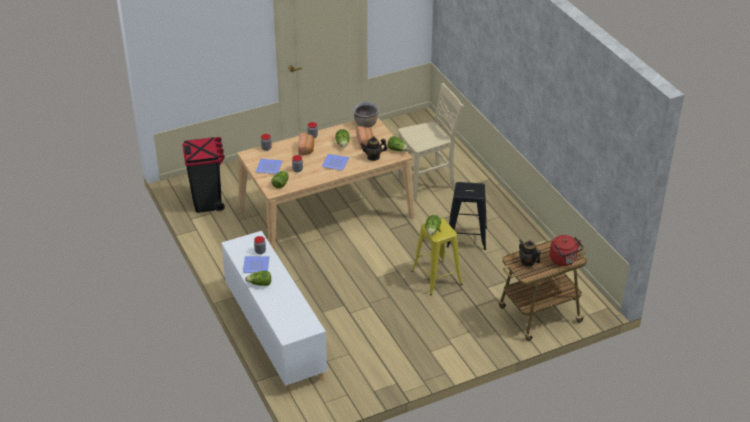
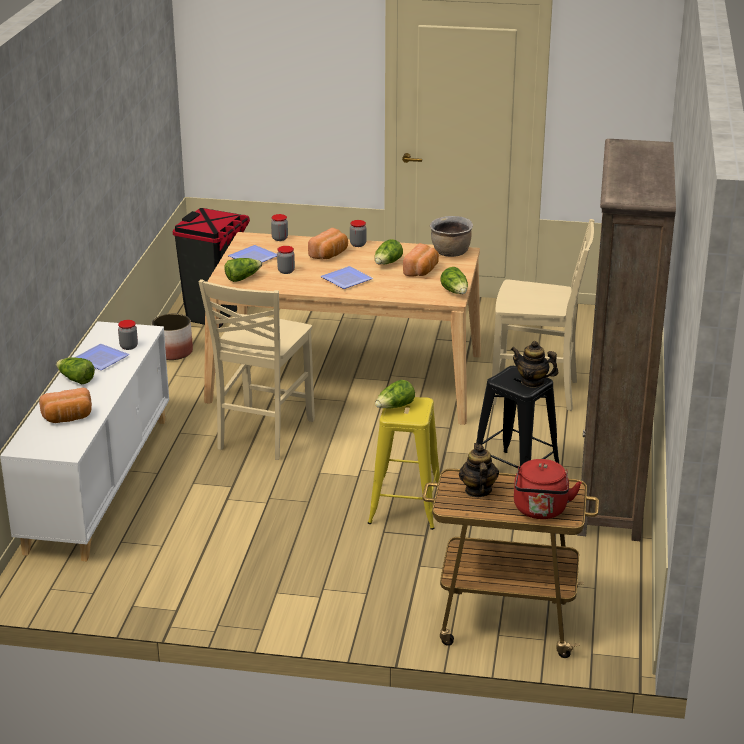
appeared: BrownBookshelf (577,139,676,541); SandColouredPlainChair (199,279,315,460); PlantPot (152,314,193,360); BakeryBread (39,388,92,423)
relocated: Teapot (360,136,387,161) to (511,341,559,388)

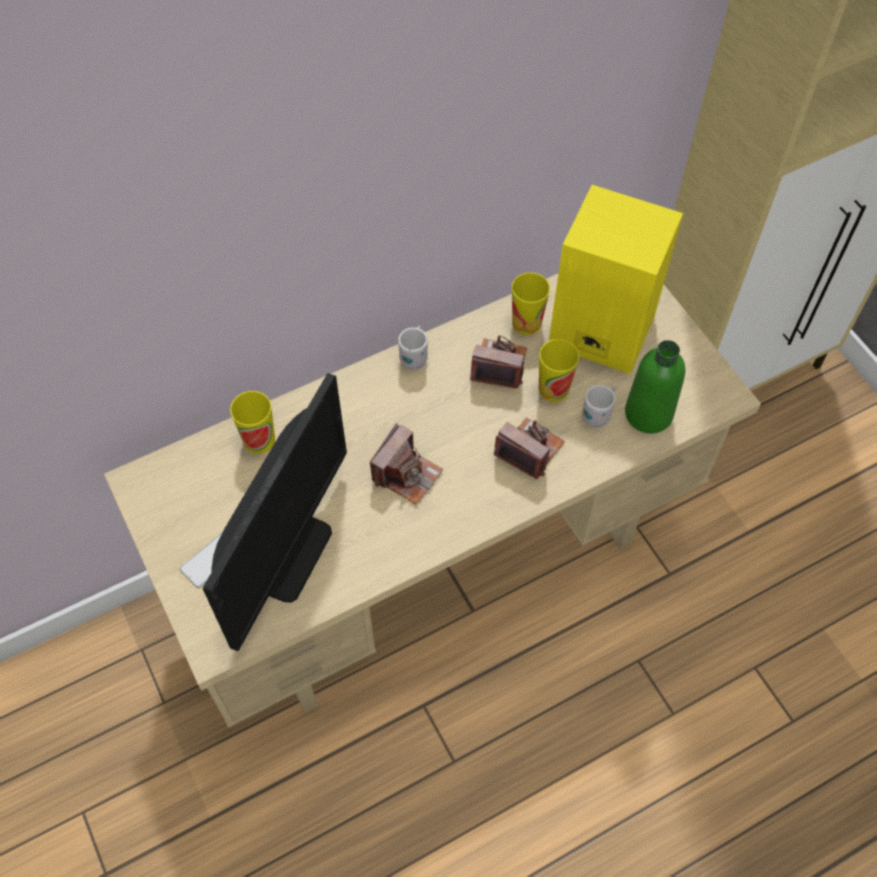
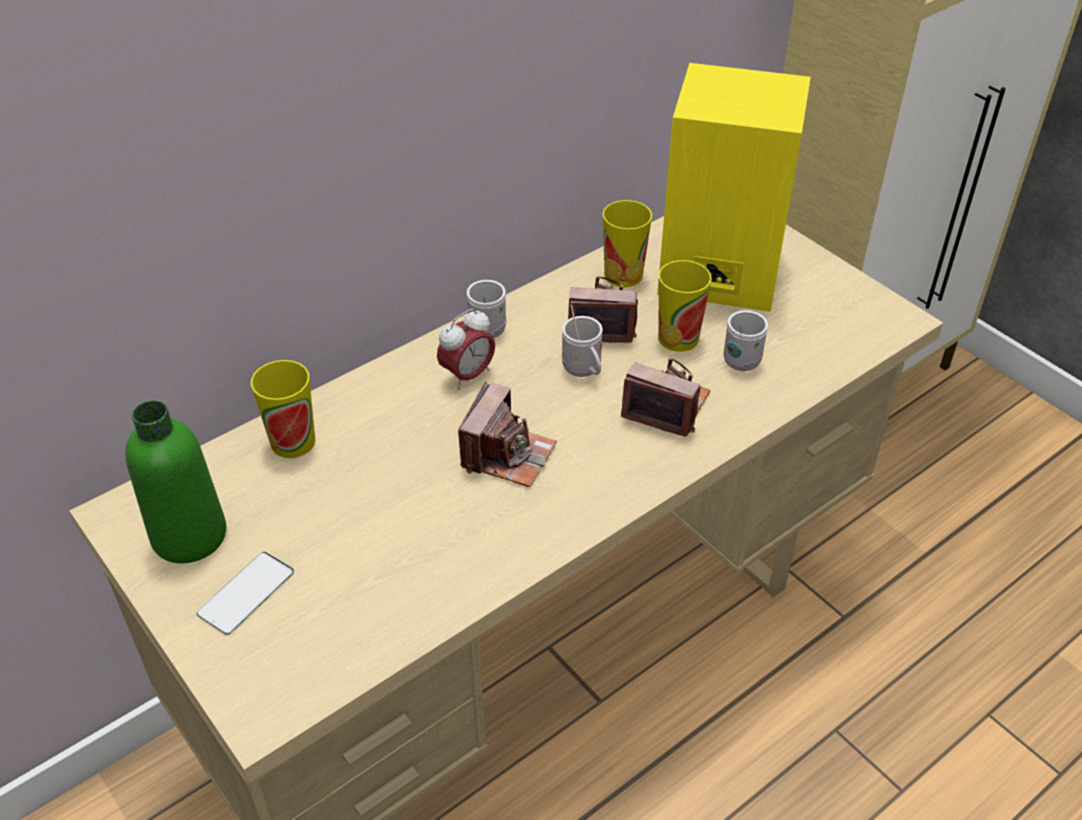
missing: Monitor (203,373,347,651)
appeared: WhiteColouredMug (562,304,603,377); TableClock (437,308,495,390)
relocated: GreenishBottle (625,340,685,434) to (125,400,226,563)

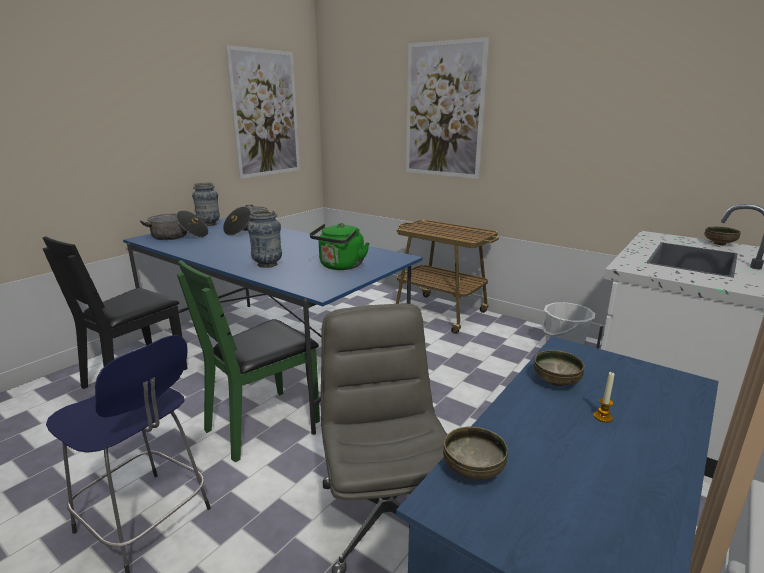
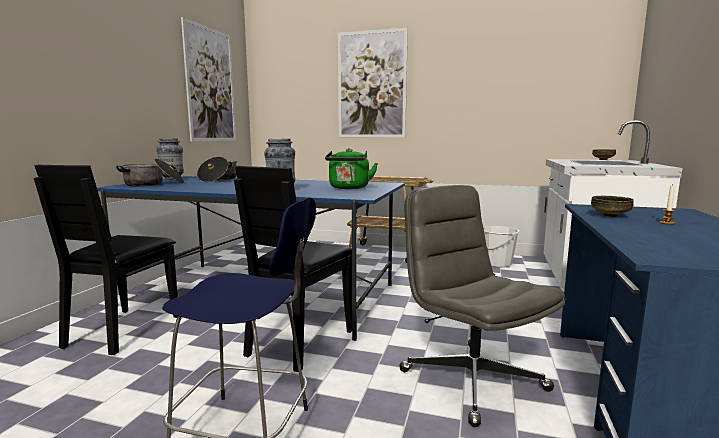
missing: Bowl (443,427,508,480)
colour: GreenishPlainChair (177,260,320,462) to BlackPlainChair (234,166,352,372)

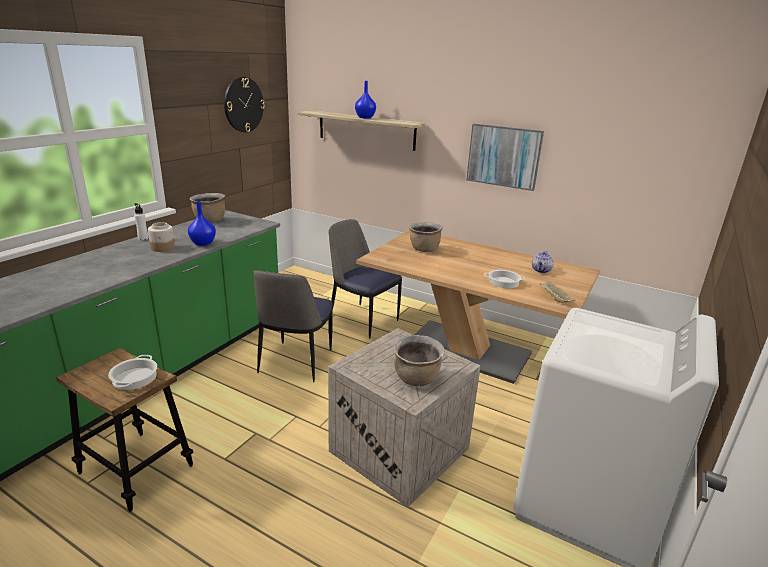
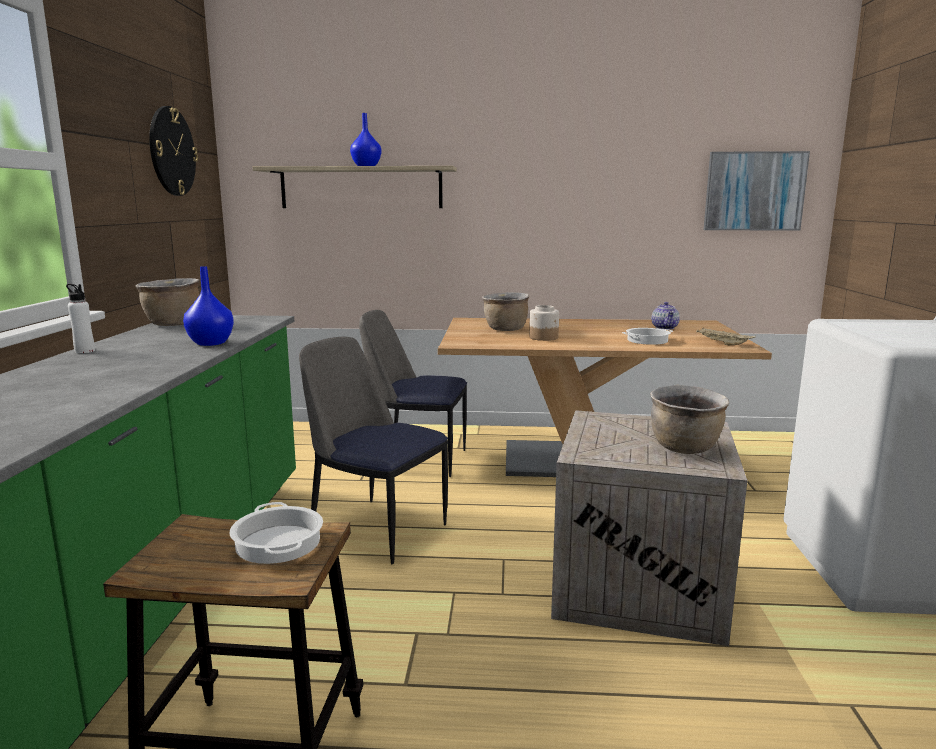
relocated: Picture (466,124,544,191) to (704,151,810,231); StorageJar (148,222,175,252) to (529,305,559,341)
spun: PlainChair (253,270,333,382) = (299,336,448,564) 135 degrees clockwise

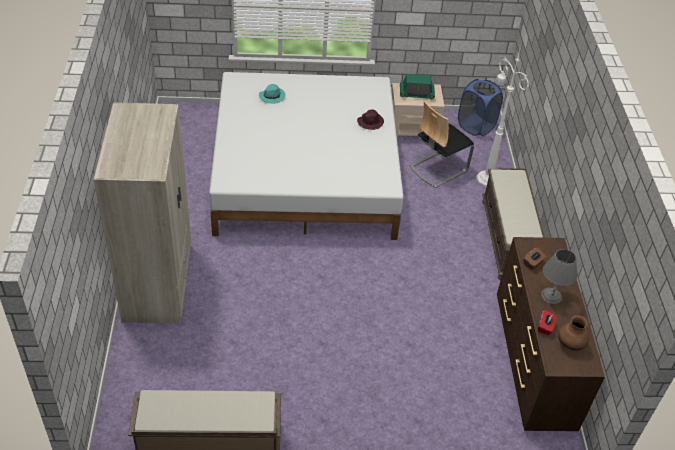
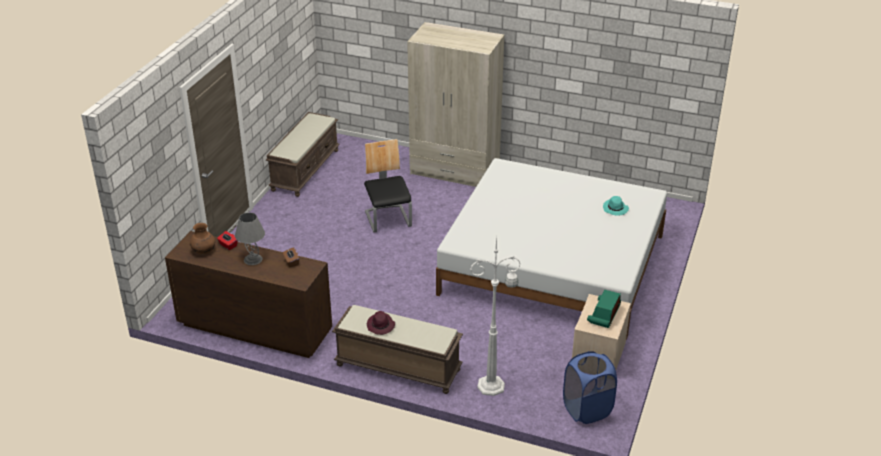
relocated: PlainChair (410,101,474,188) to (364,139,412,232); PurpleColouredHat (357,110,384,130) to (367,311,395,335)

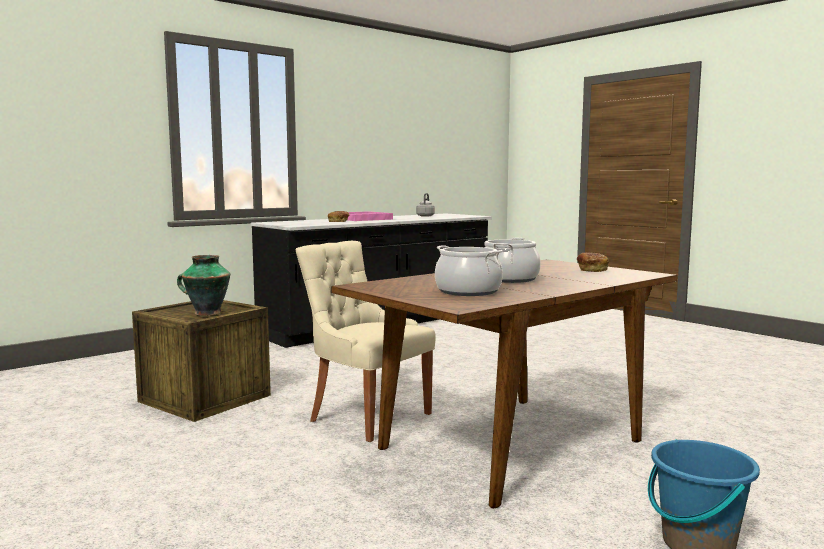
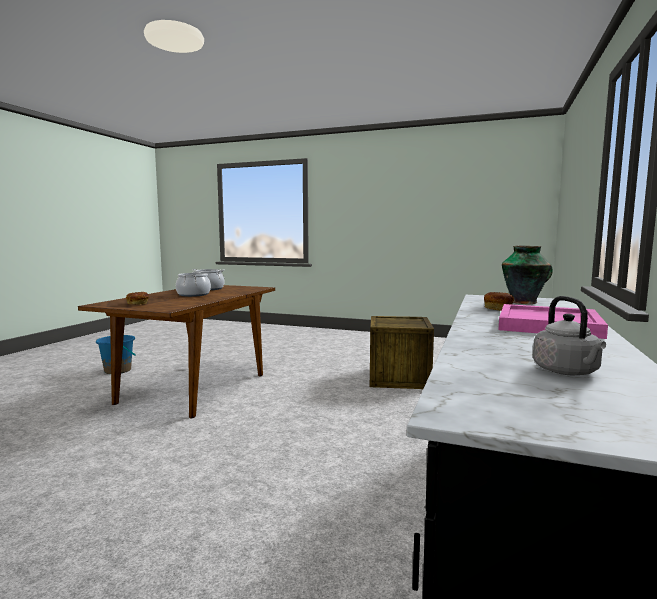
missing: SandColouredPlainChair (296,241,436,442)
relocated: FlowerVase (177,255,230,316) to (502,246,553,304)

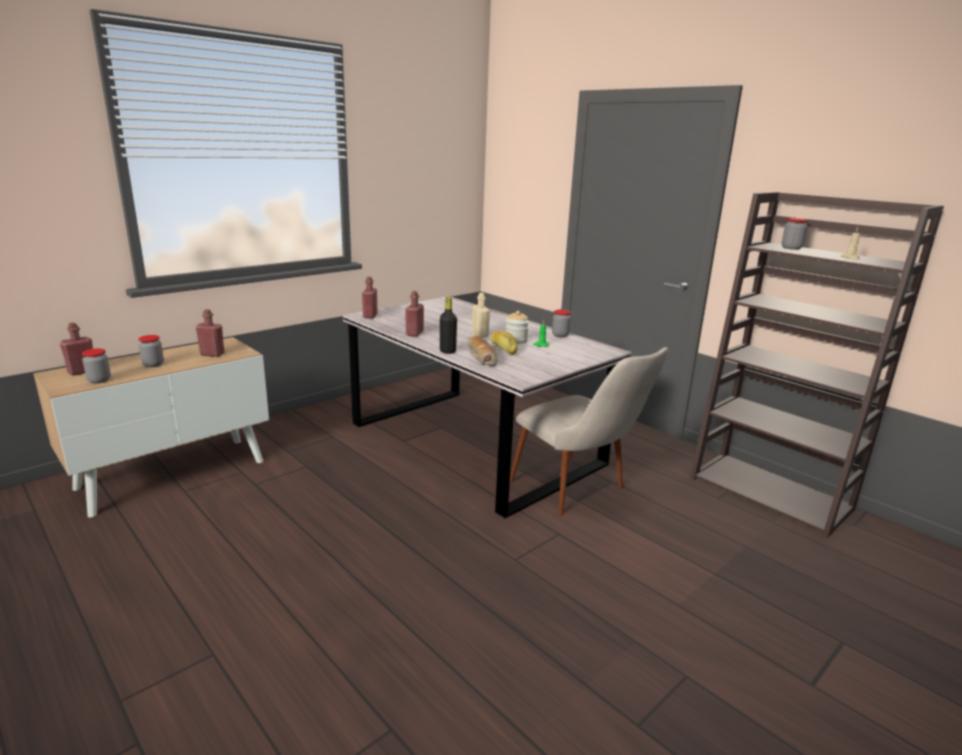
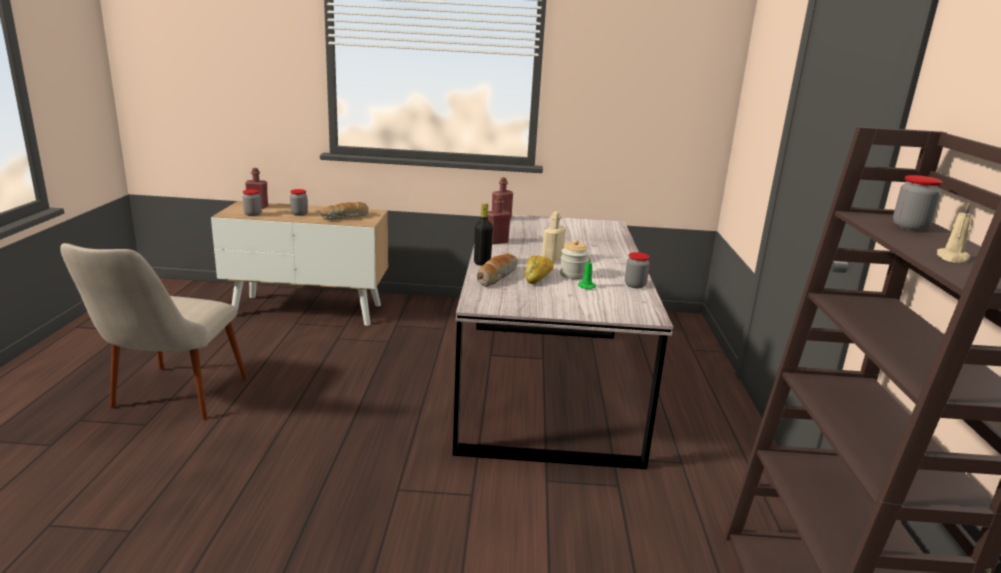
relocated: SandColouredPlainChair (510,347,668,516) to (60,243,247,420)
exchanged: ReddishBottle (196,309,224,357) to BakeryBread (321,202,368,220)

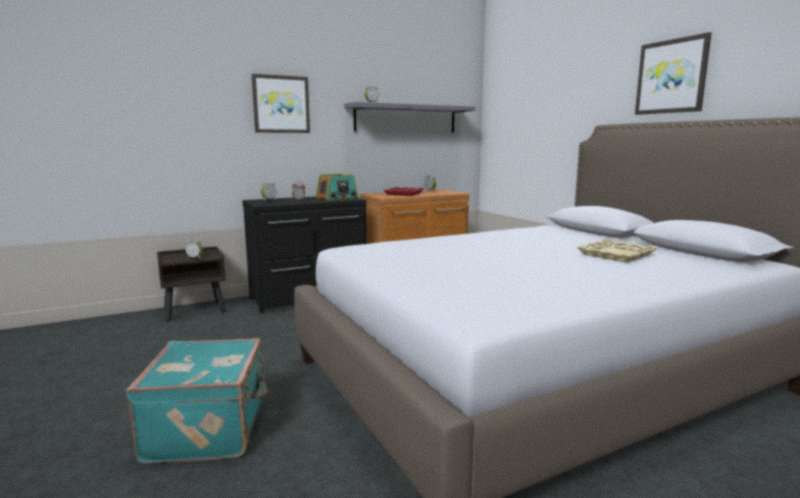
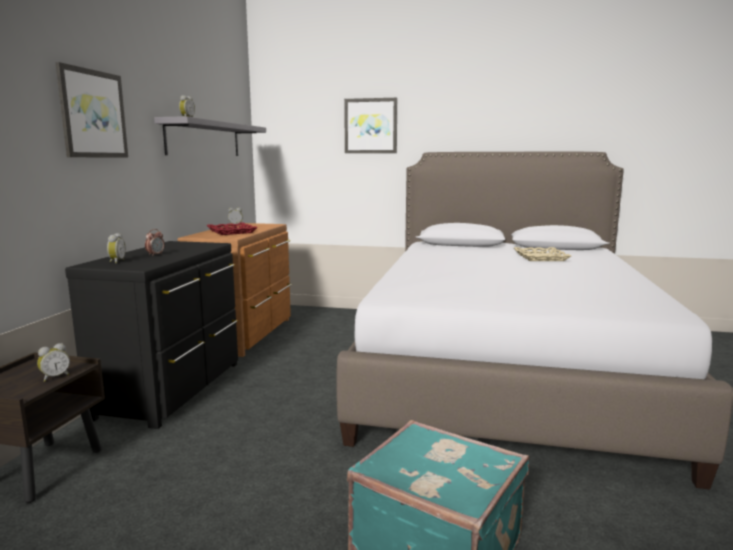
missing: RadioReceiver (316,174,358,201)
relocated: Picture (635,32,712,115) to (344,98,397,153)

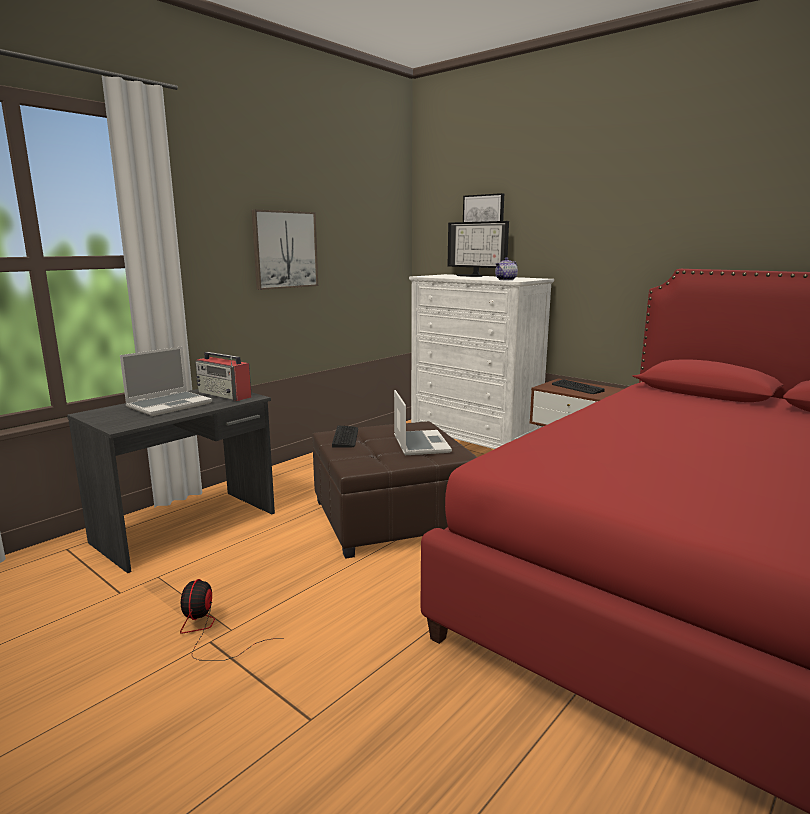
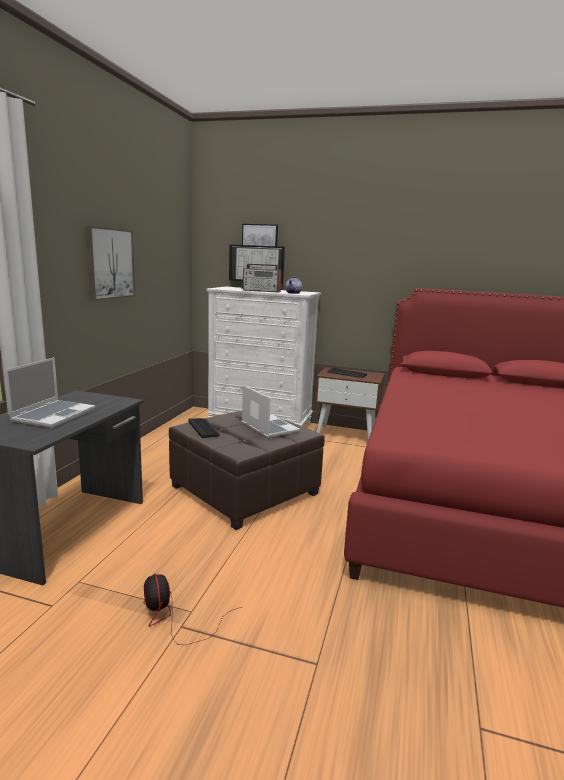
relocated: RadioReceiver (195,352,252,401) to (243,264,282,293)

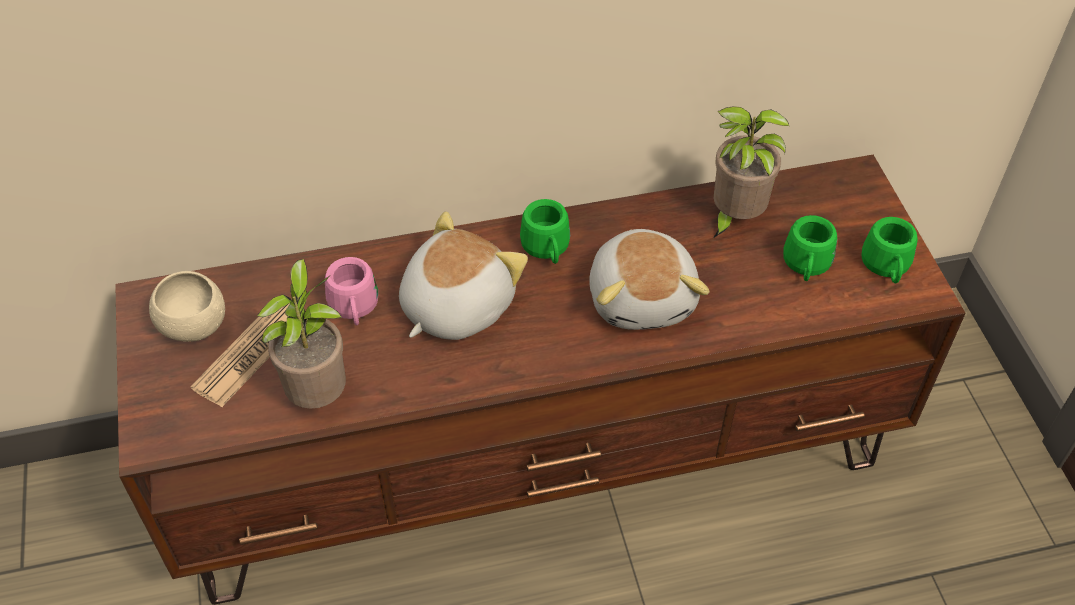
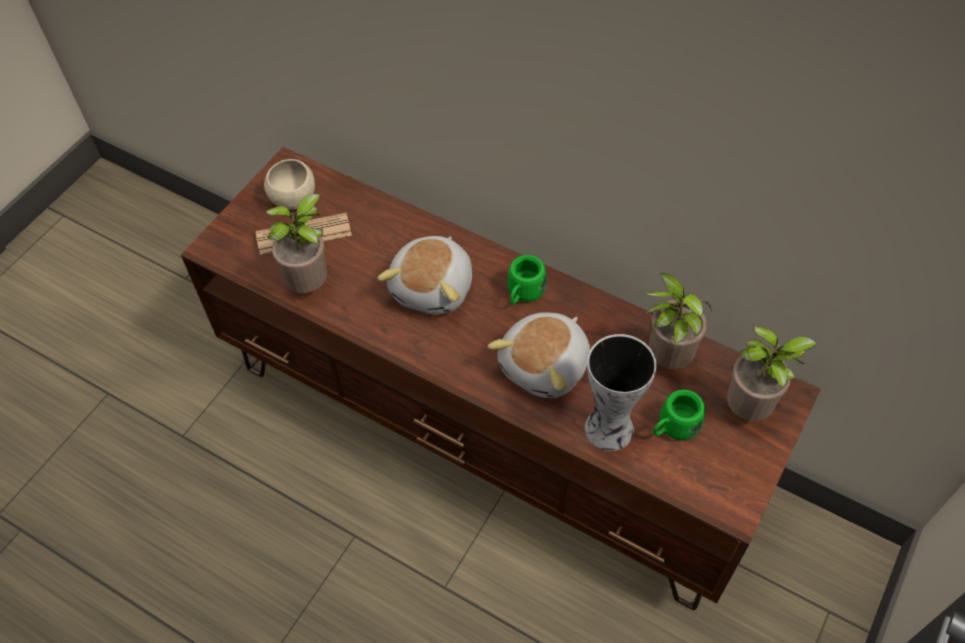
missing: GreenishMug (862,217,918,284); PinkColouredMug (325,257,378,325)
appeared: PottedPlant (727,326,818,421); FlowerVase (585,334,657,451)
spun: PlushToy (399,211,528,340) = (377,236,472,315) 120 degrees clockwise

